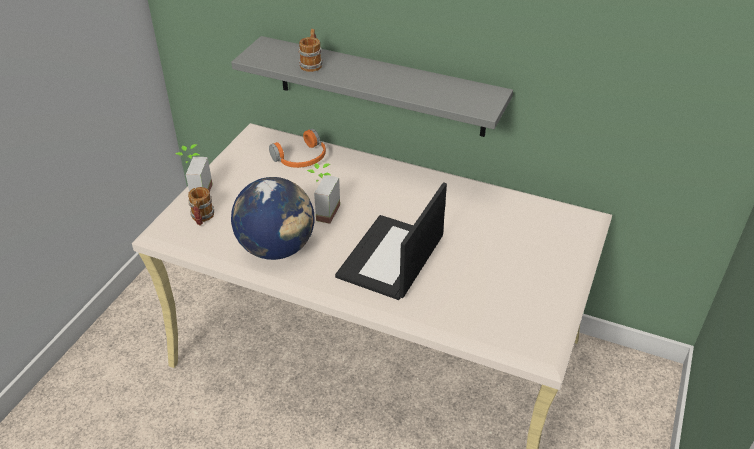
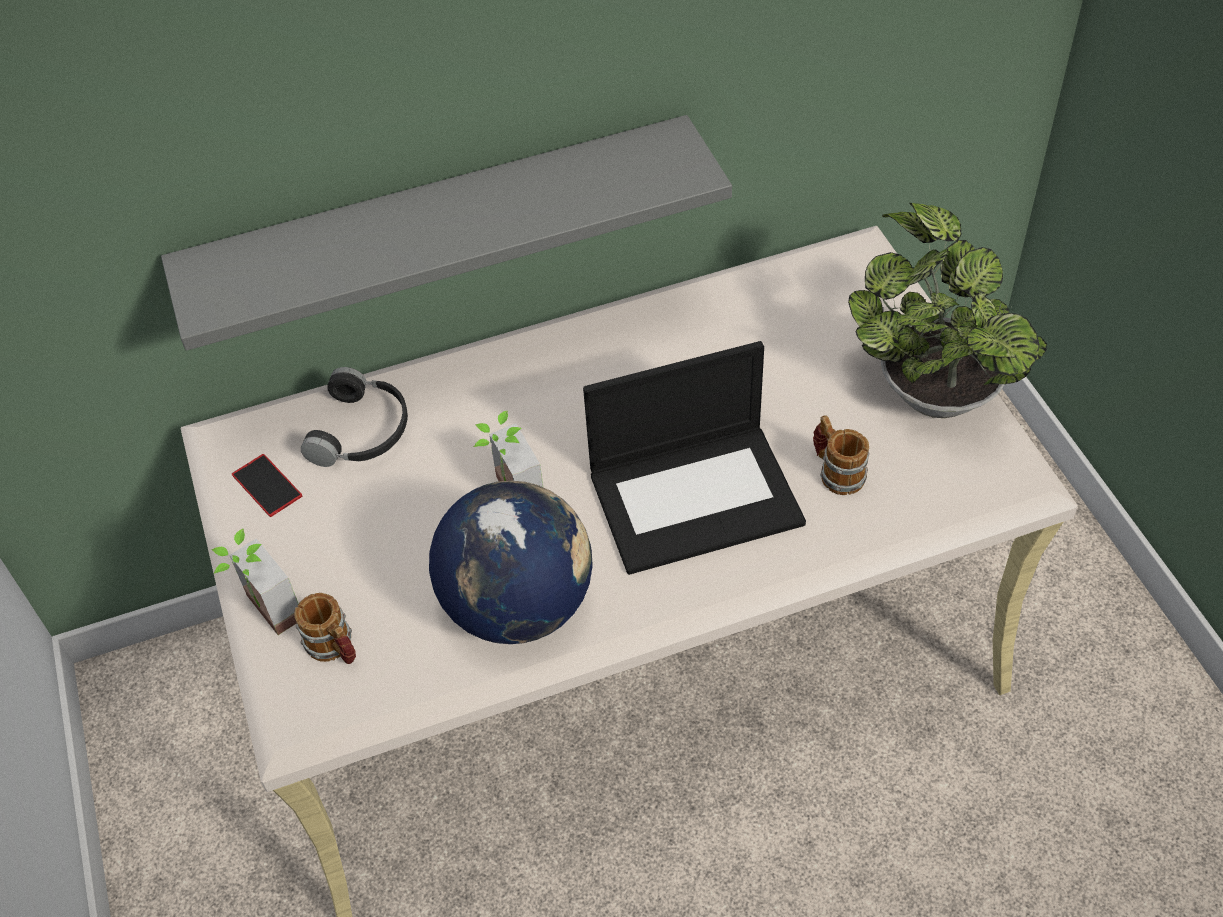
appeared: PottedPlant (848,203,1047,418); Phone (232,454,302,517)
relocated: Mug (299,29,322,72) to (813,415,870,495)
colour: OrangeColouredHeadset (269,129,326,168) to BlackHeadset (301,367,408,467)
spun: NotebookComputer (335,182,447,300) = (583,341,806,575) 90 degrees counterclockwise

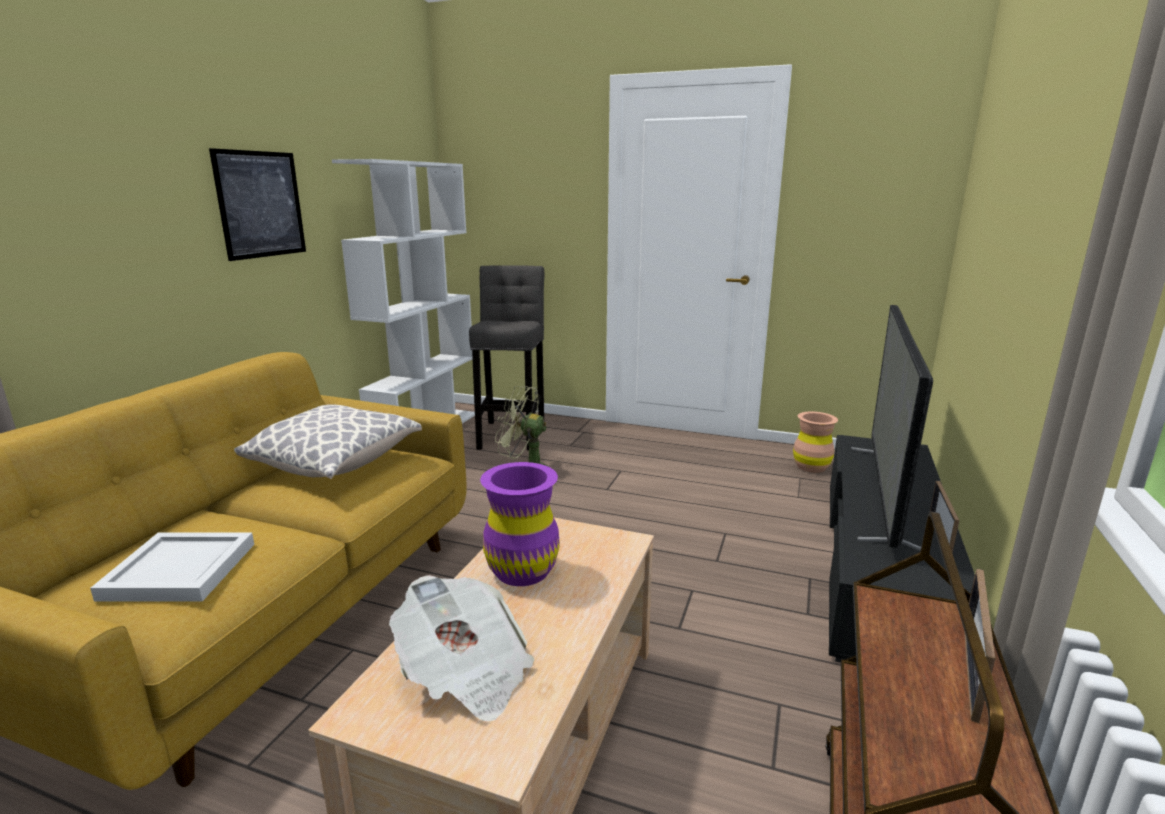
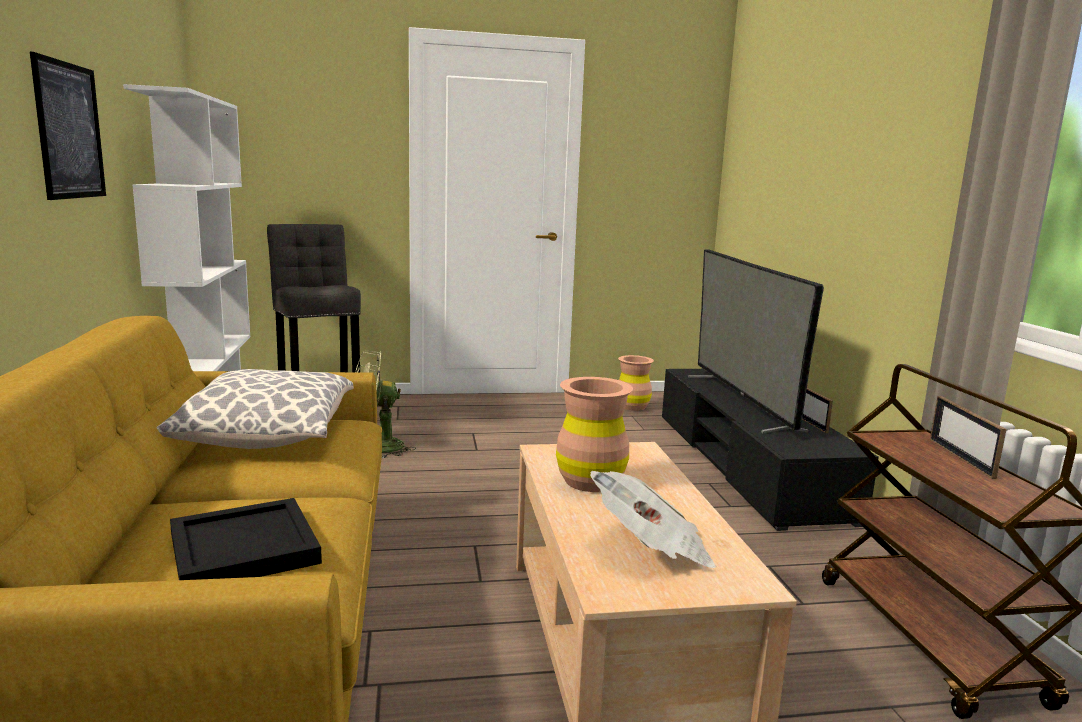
colour: PurpleColouredFlowerVase (480,462,560,586) to BrownFlowerVase (556,377,633,492); WhiteColouredServingTray (90,532,254,602) to BlackServingTray (170,498,322,580)

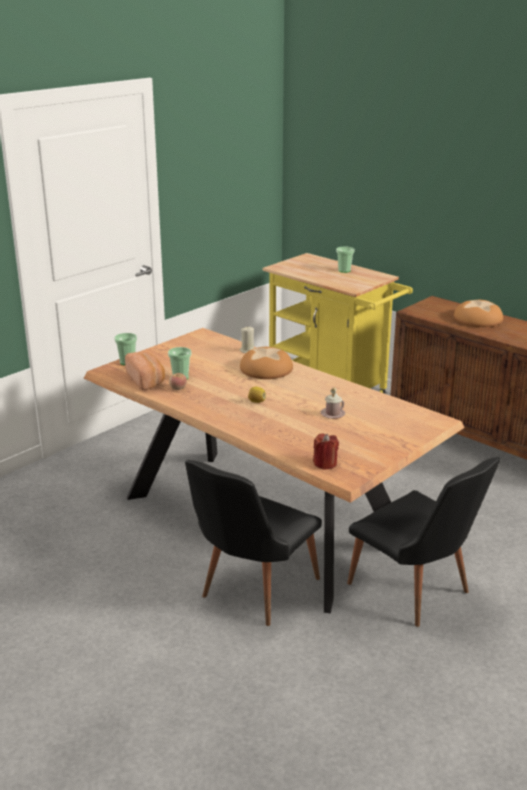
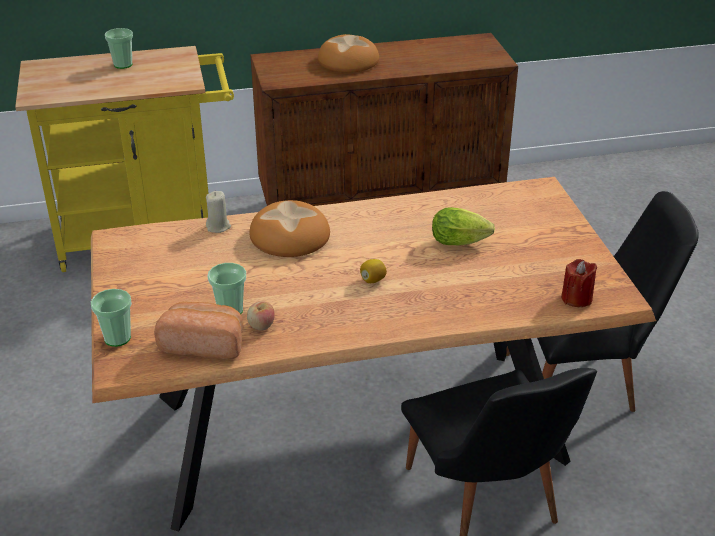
exchanged: PinkColouredMug (321,387,345,419) to LettuceHead (432,207,495,246)

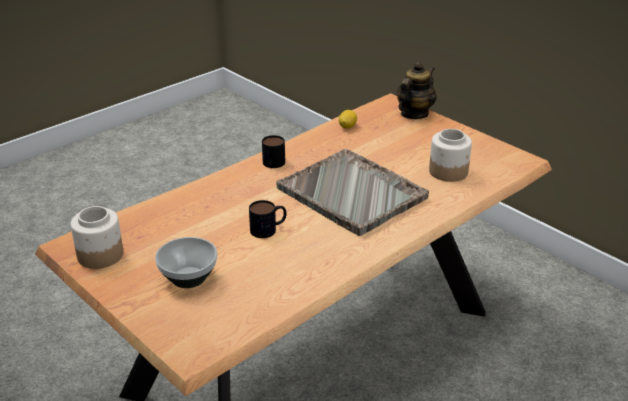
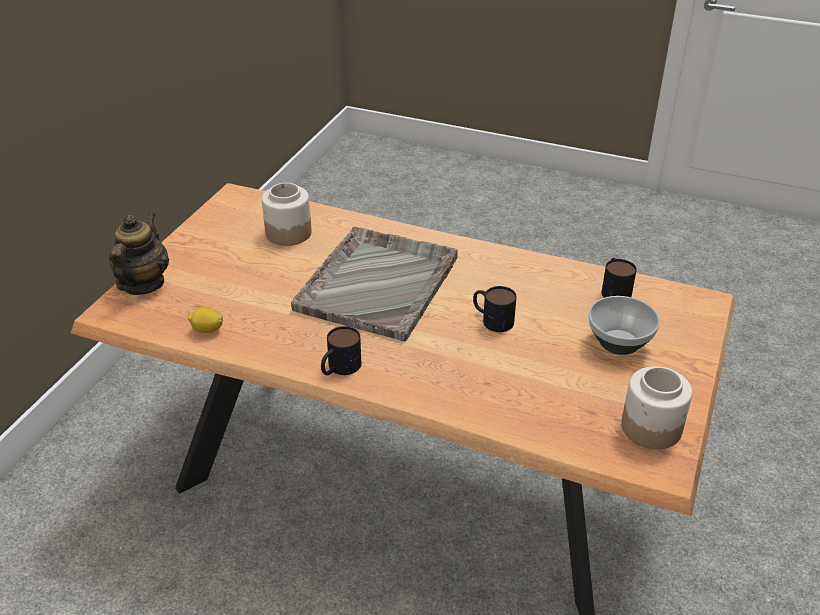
appeared: Mug (602,258,637,298)
spun: Teapot (397,61,436,119) = (109,212,169,295) 90 degrees clockwise

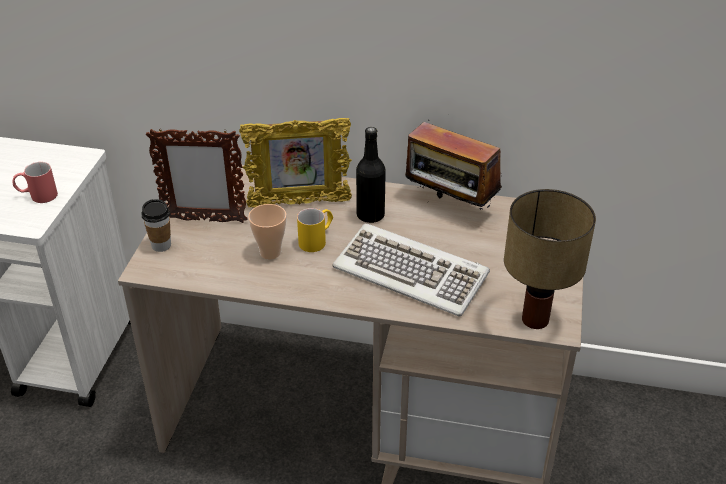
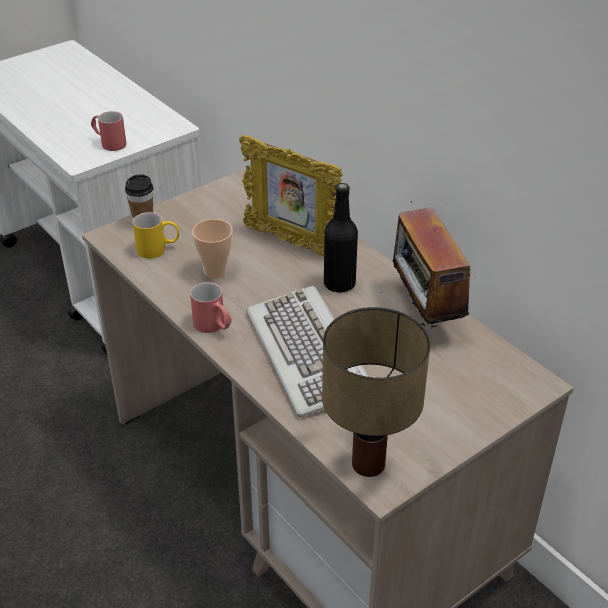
missing: StandingFrame (146,128,248,223)
appeared: ReddishMug (190,282,232,333)
relocated: YellowColouredMug (297,208,333,252) to (133,212,179,259)

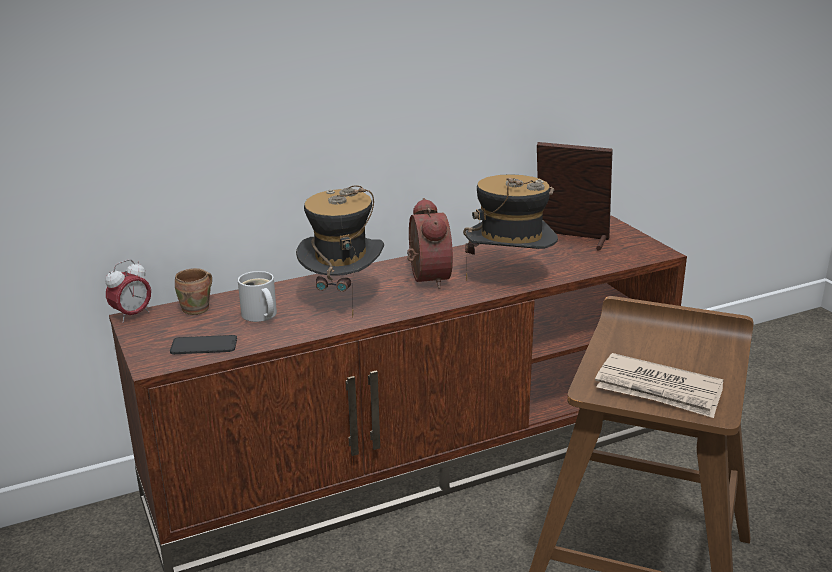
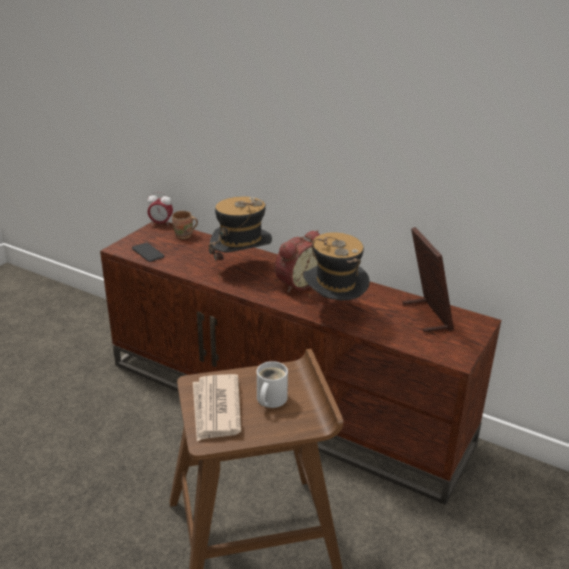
relocated: WhiteColouredMug (238,271,277,322) to (257,361,288,408)

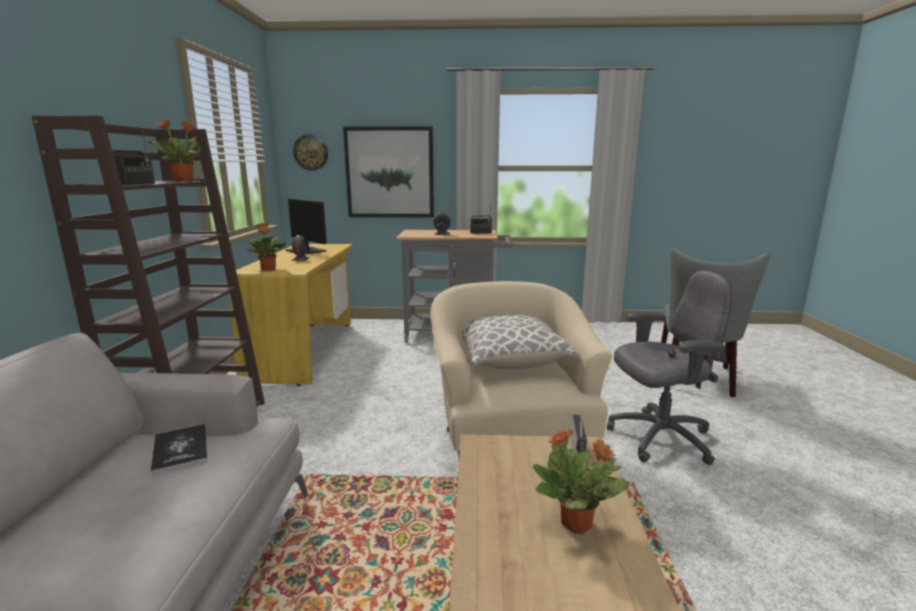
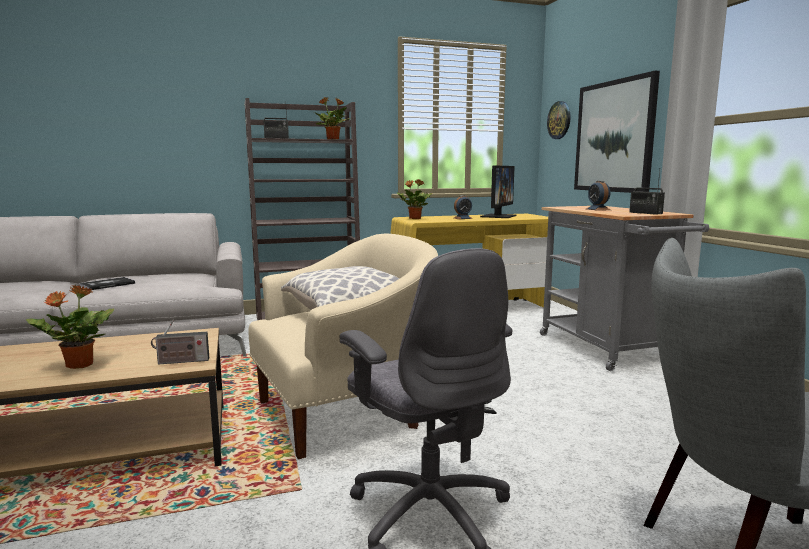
relocated: BoundBook (151,424,207,476) to (79,277,135,290)

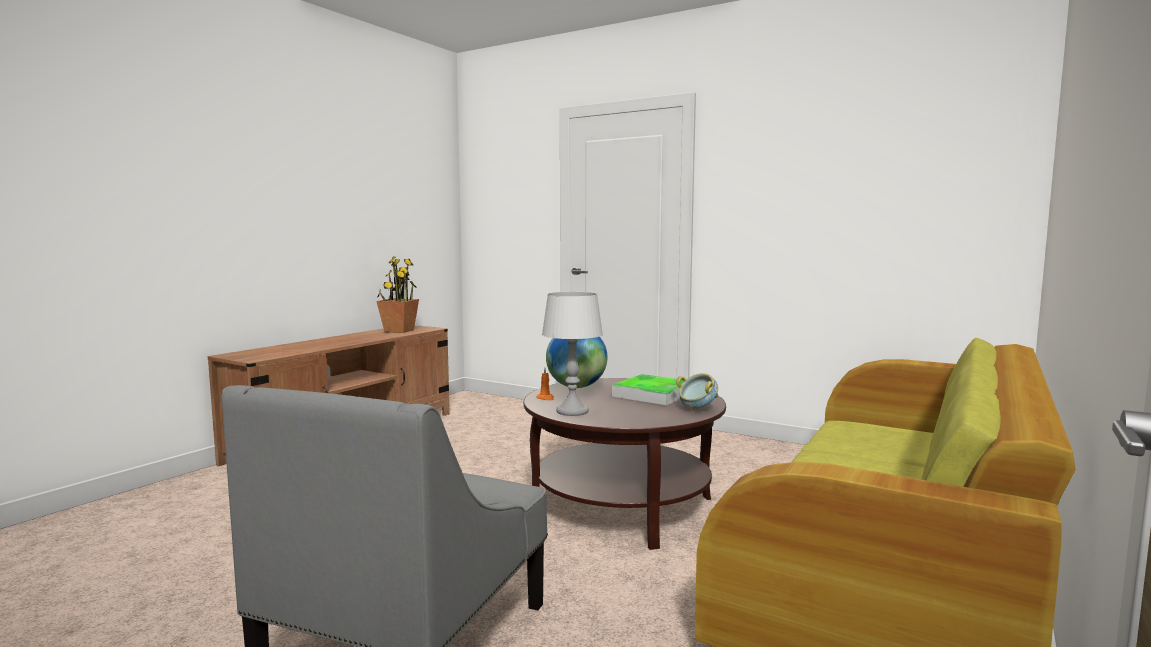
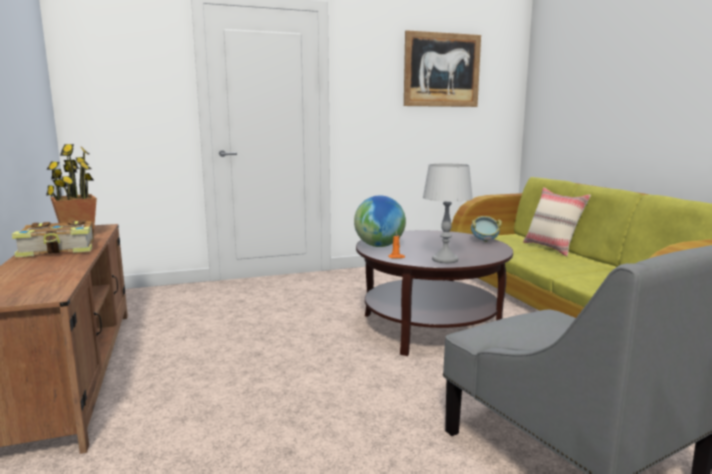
missing: ServingTray (612,374,684,405)
appeared: Picture (404,30,481,107); SandColouredCushion (523,187,591,256); BoundBook (11,220,94,258)

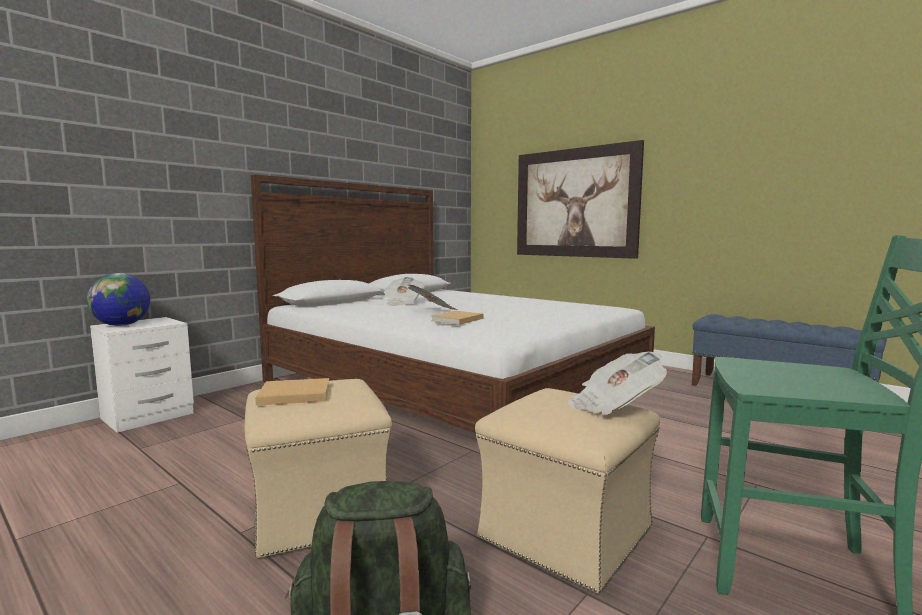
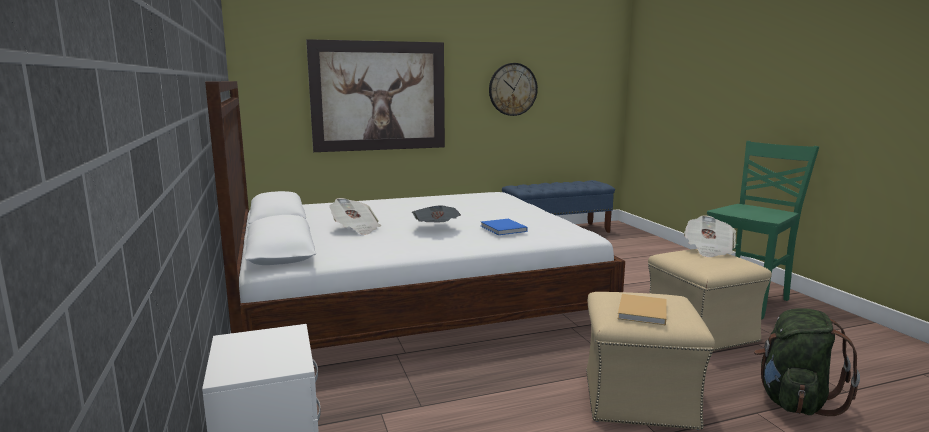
missing: Globe (87,273,150,326)
appeared: HangingClock (489,63,538,116)
colour: SandColouredBoundBook (431,311,484,325) to BlueBoundBook (481,219,528,235)

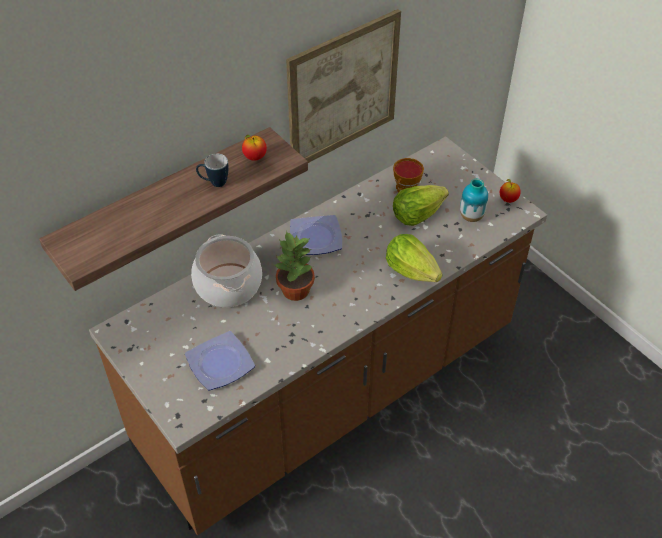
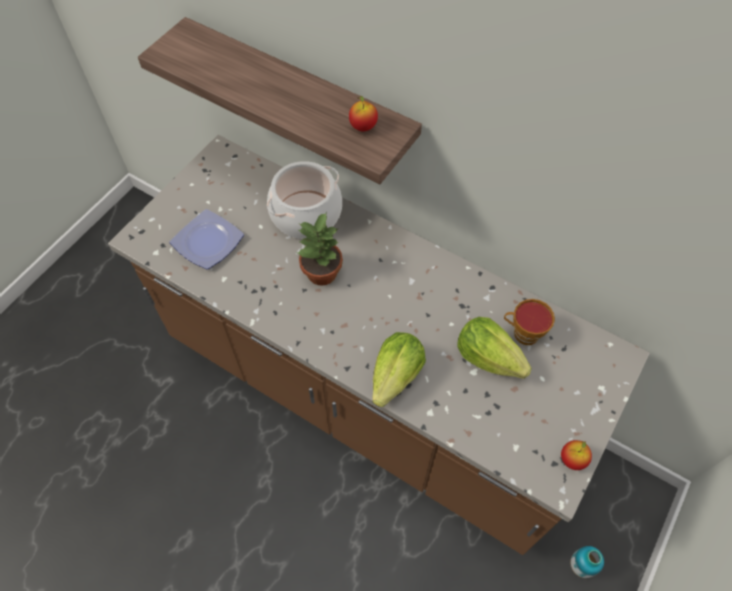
missing: Picture (286,9,401,163); Mug (196,154,228,187); FlatDish (290,215,342,255)
relocated: FlowerVase (460,179,488,222) to (570,546,604,578)

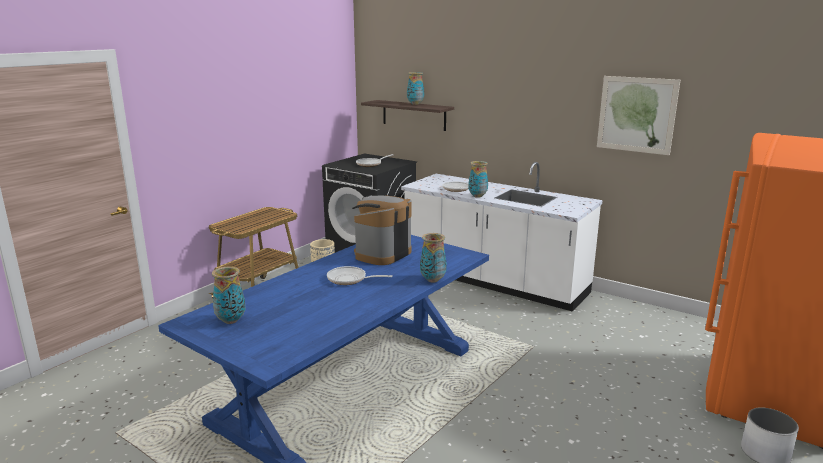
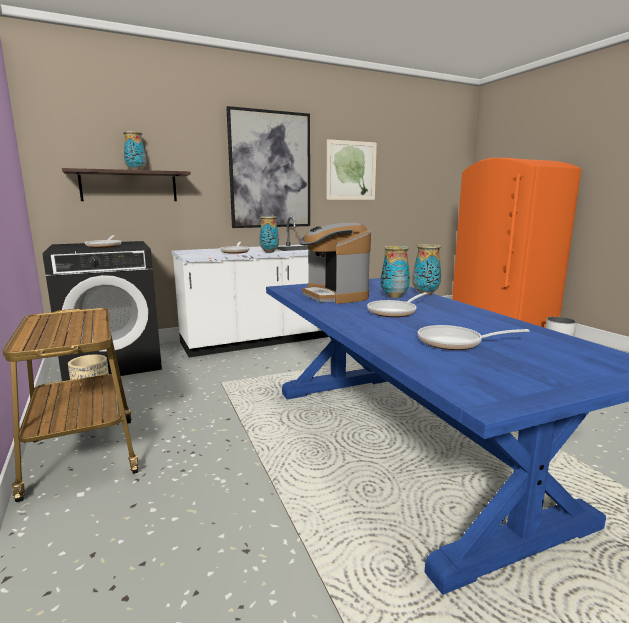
appeared: Picture (226,106,310,228); Skillet (418,325,530,350)
relocated: FlowerVase (212,266,245,324) to (381,246,410,298)

